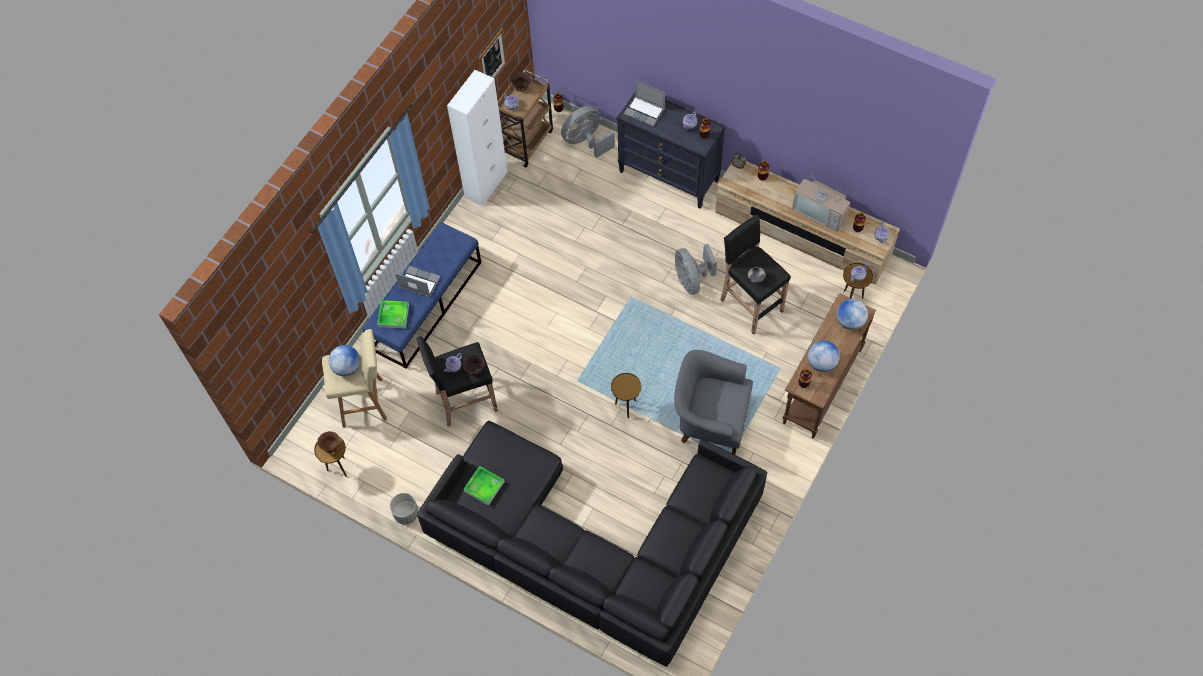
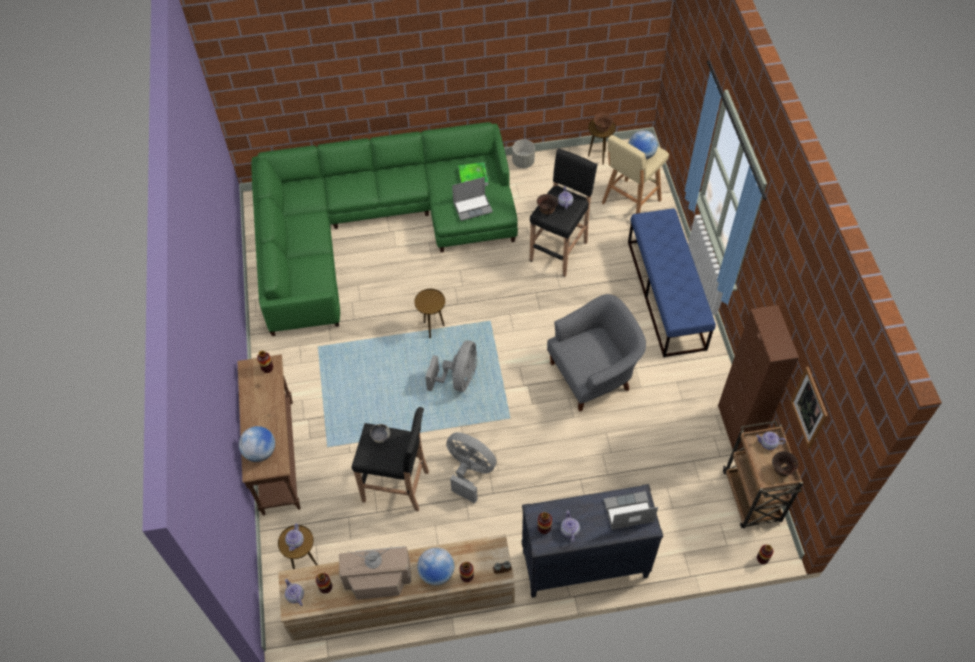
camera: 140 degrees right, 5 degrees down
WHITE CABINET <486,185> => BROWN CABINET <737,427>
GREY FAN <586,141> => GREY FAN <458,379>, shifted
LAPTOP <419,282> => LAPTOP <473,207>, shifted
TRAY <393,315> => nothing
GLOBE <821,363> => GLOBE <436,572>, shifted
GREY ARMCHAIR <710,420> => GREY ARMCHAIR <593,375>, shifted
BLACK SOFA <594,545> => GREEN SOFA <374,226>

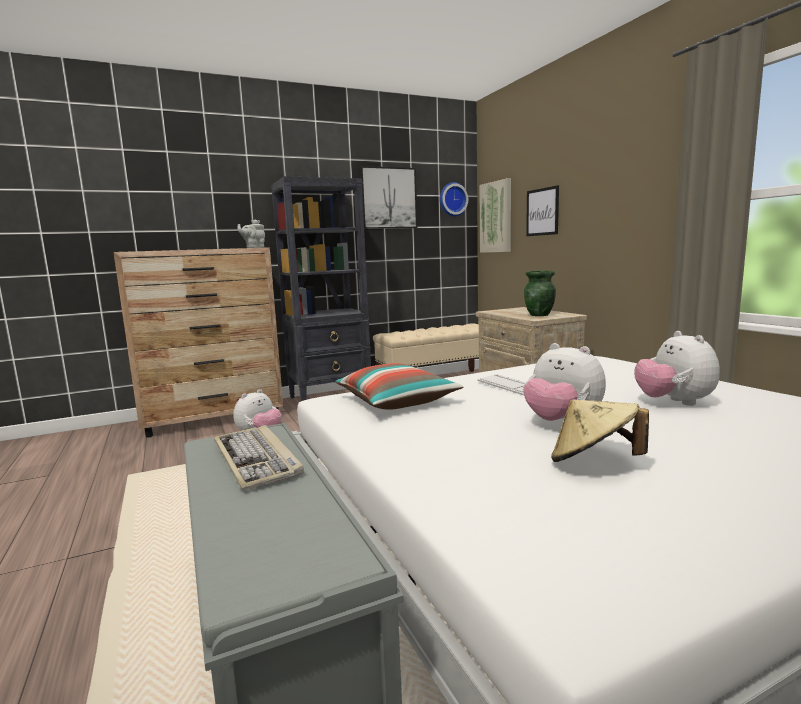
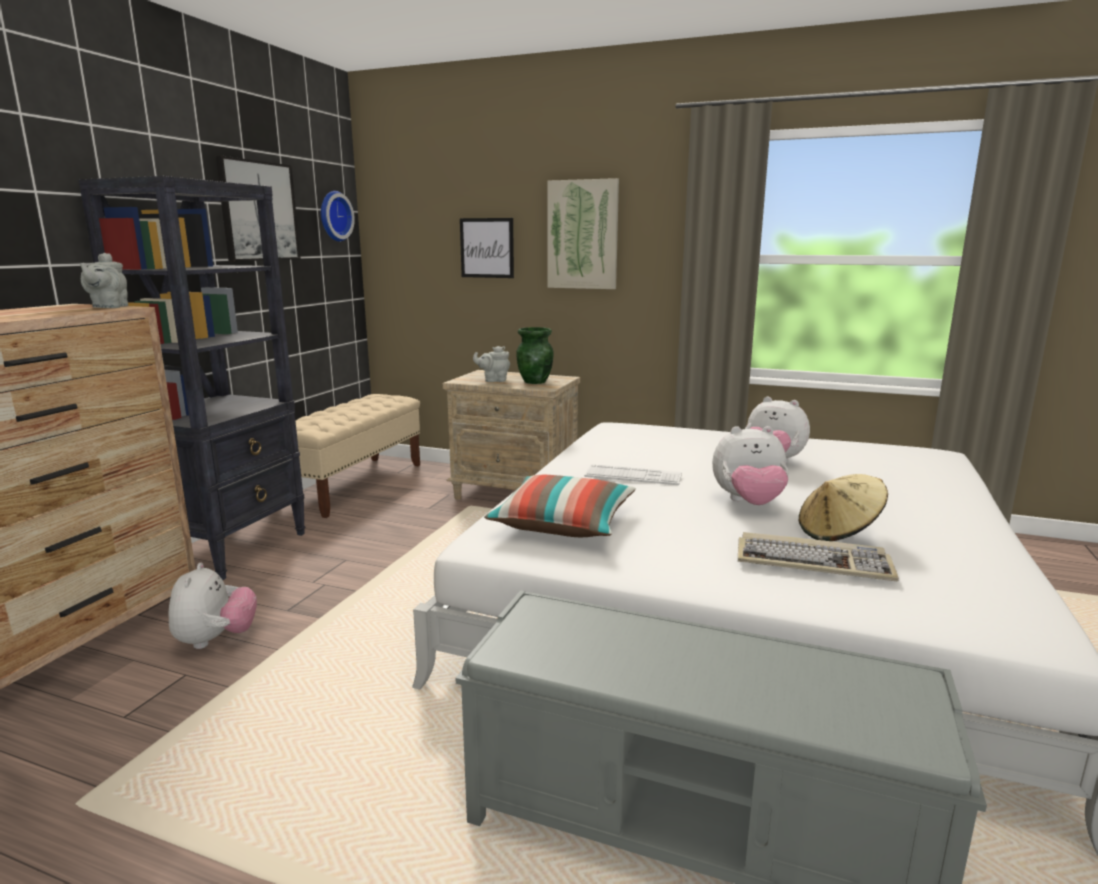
camera: 45 degrees left, 5 degrees up
PICTURE <496,217> => PICTURE <583,235>, shifted
KEYBOARD <257,459> => KEYBOARD <813,562>, shifted
nothing => GREY TEAPOT <494,380>

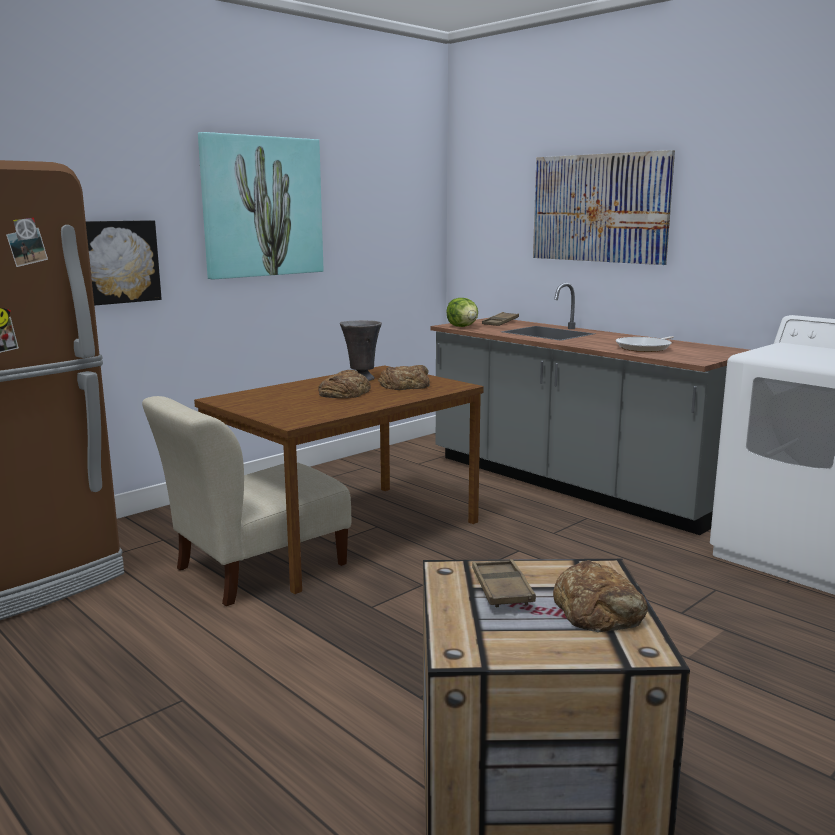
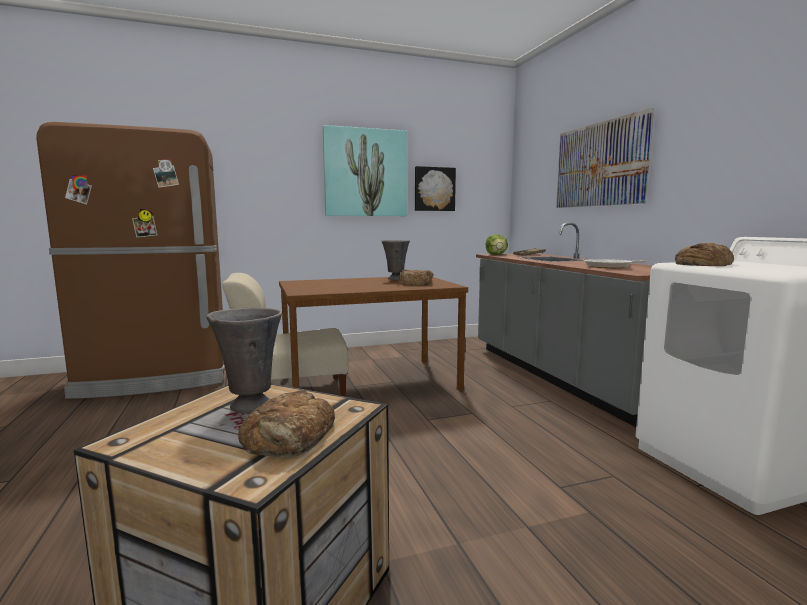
camera: 25 degrees right, 5 degrees down
PICTURE <117,262> => PICTURE <434,189>, shifted
BREAD <344,392> => BREAD <702,264>, shifted
BROWN TRAY <501,589> => GREY VASE <250,406>

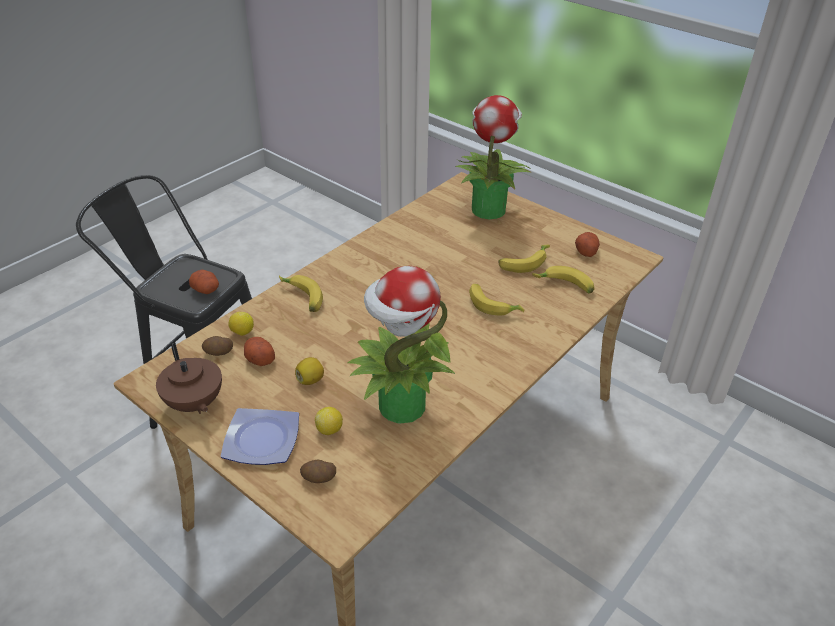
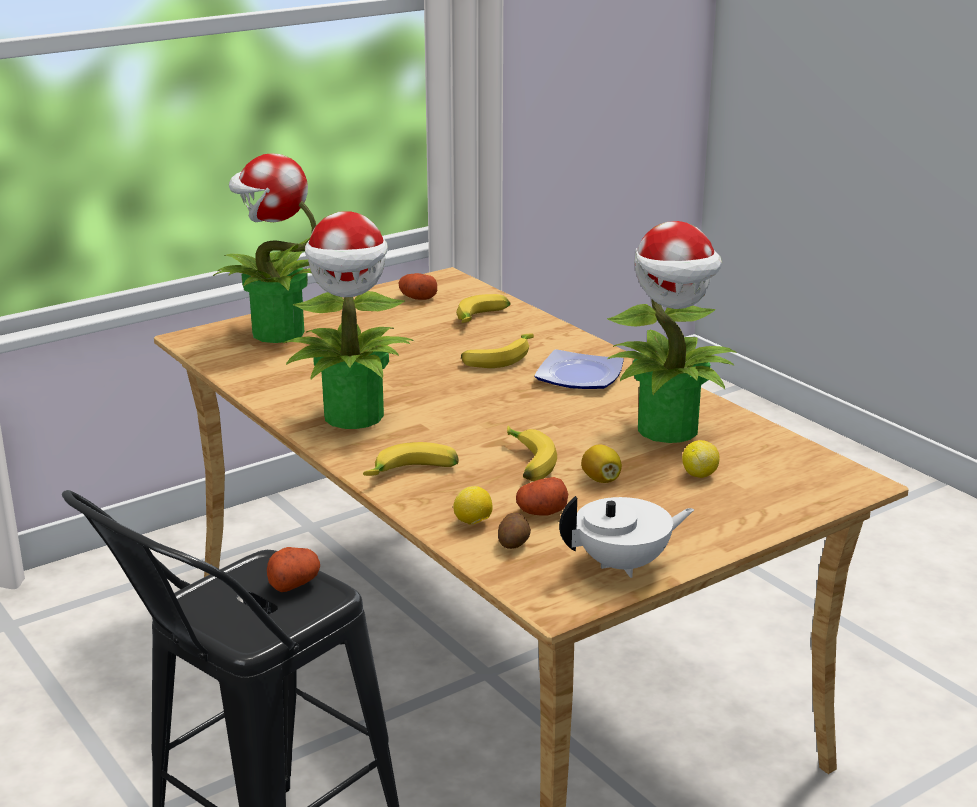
camera: 75 degrees left, 15 degrees down
BANANA <523,263> => BANANA <525,463>, shifted
BROWN TEAPOT <194,404> => WHITE TEAPOT <624,564>
PLATE <263,439> => PLATE <578,375>, shifted
POTATO <318,478> => nothing
nothing => POTTED PLANT <354,417>

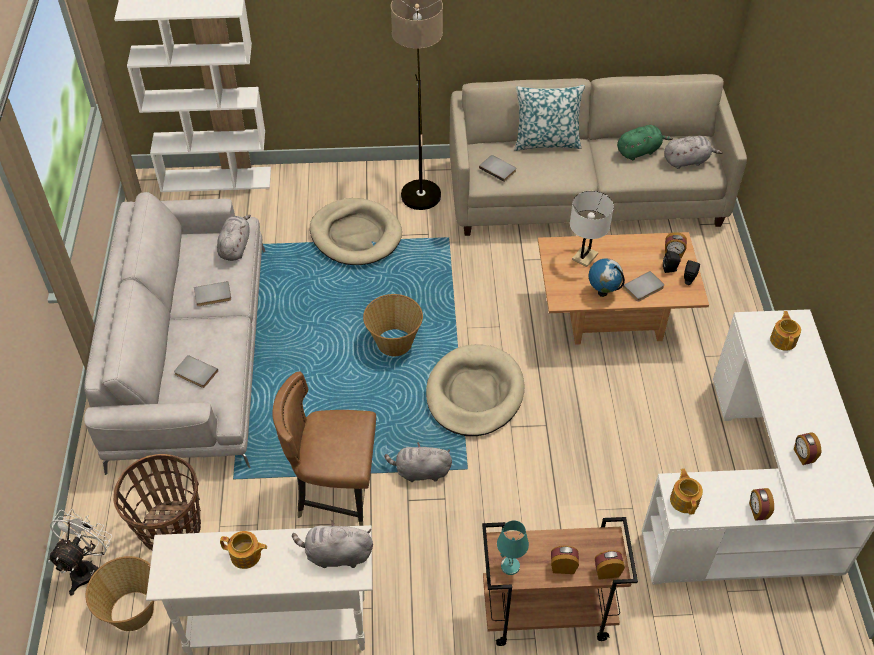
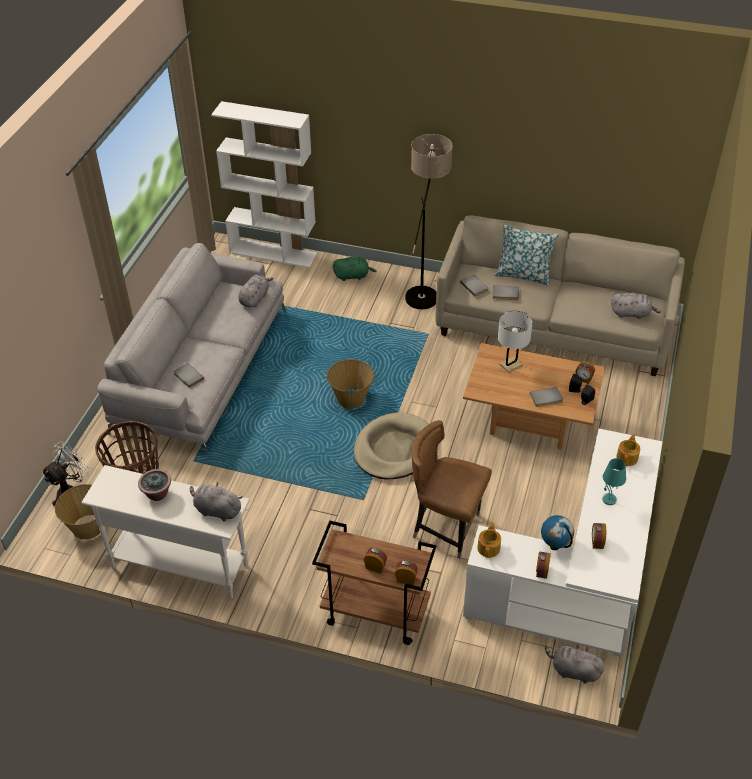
camera: 20 degrees right, 5 degrees down
GREEN PLUSH TOY <639,151> => GREEN PLUSH TOY <353,276>, shifted
BEIGE DOG BED <356,235> => nothing
GLOBE <603,292> => GLOBE <555,546>, shifted
GREY BOOK <213,296> => GREY BOOK <505,294>, shifted
BROWN CHAIR <335,493> => BROWN CHAIR <446,528>, shifted
GREY PLUSH TOY <420,472> => GREY PLUSH TOY <573,671>, shifted
TURQUOISE TABLE LAMP <509,566> => TURQUOISE TABLE LAMP <608,499>, shifted
TEAPOT <246,555> => POTTED PLANT <157,494>

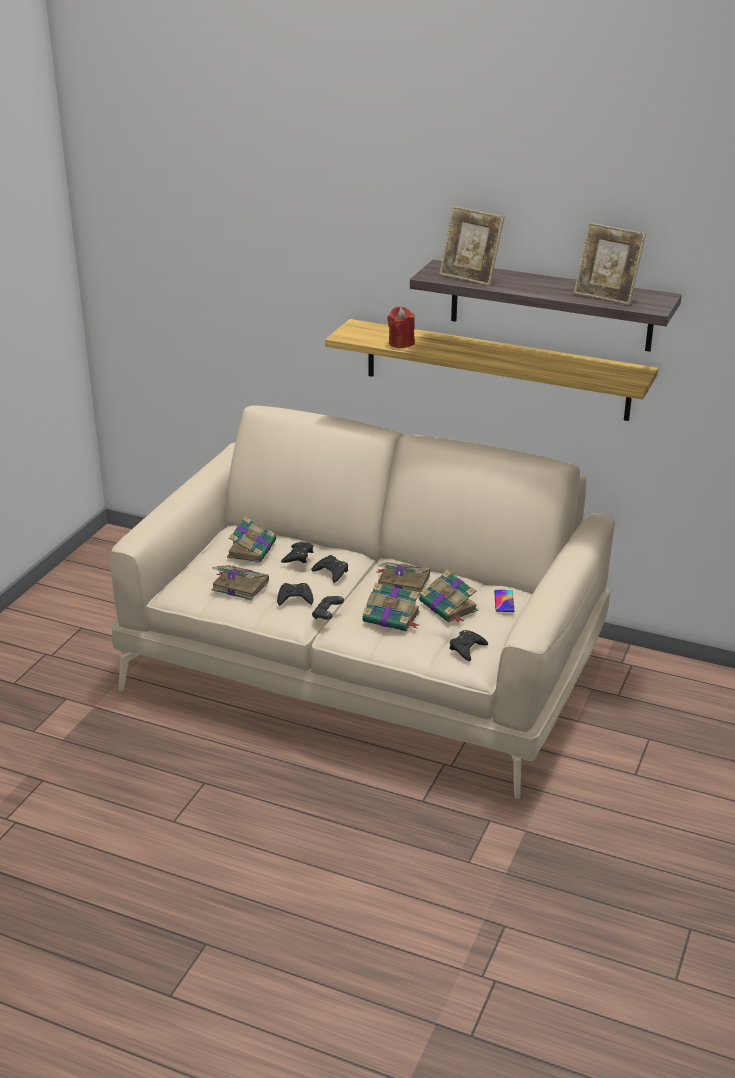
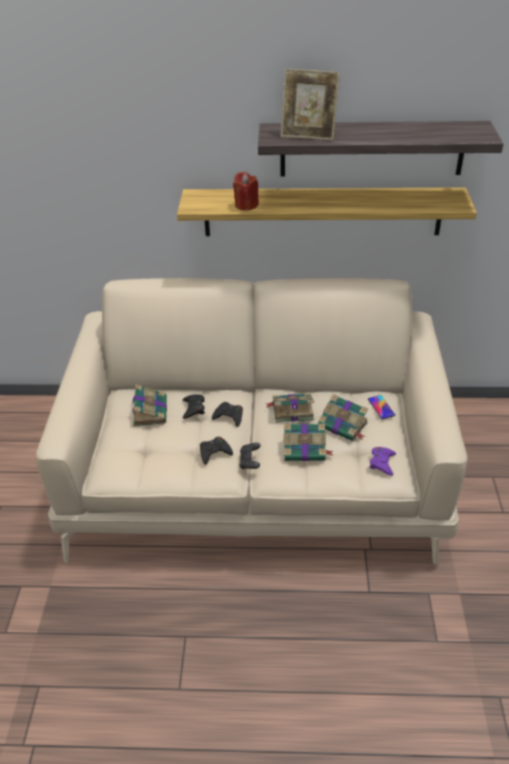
camera: 20 degrees left, 10 degrees up
PICTURE FRAME <606,296> => nothing
BOOK <239,586> => nothing
BLACK GAME CONTROLLER <467,648> => PURPLE GAME CONTROLLER <382,463>

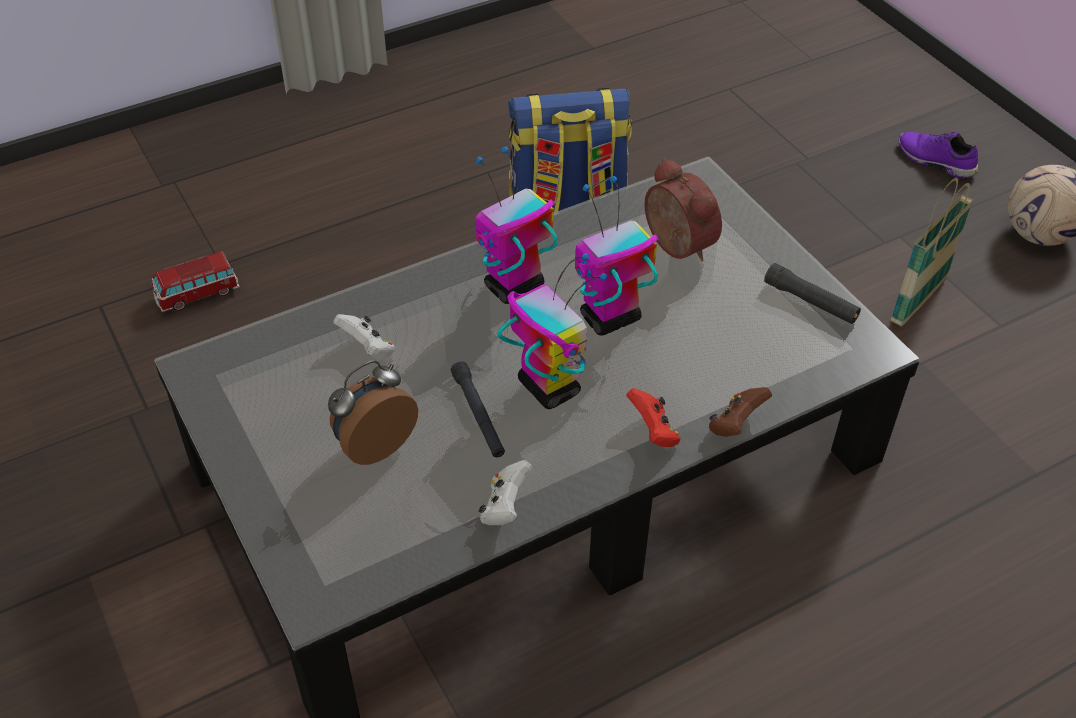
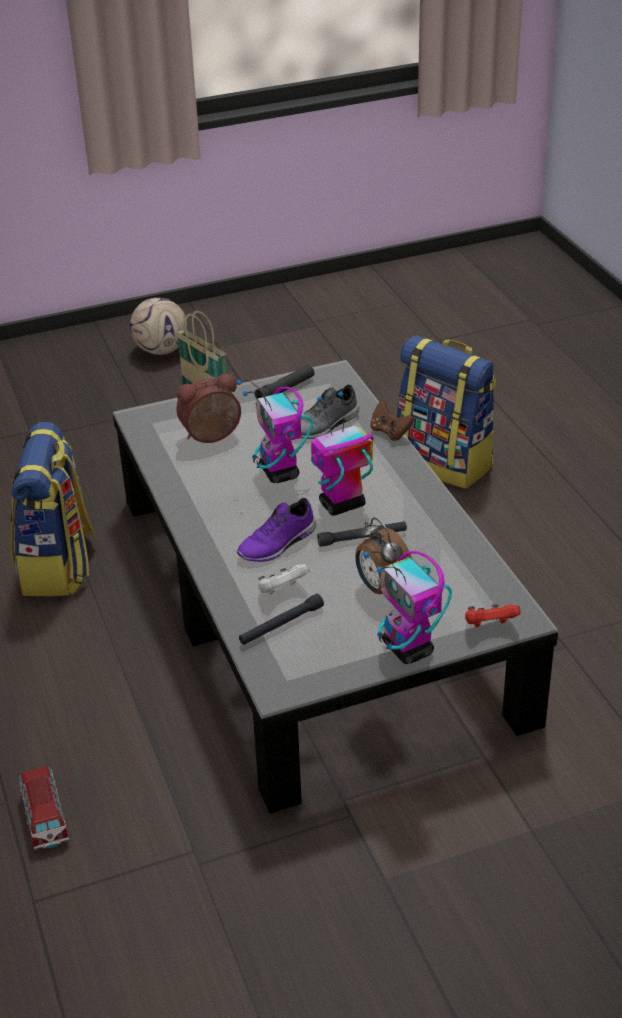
camera: 80 degrees left, 10 degrees down
PURPLE SHOE <934,161> => PURPLE SHOE <278,544>, shifted
TOY ROBOT <513,287> => TOY ROBOT <408,649>, shifted
RED GAME CONTROLLER <653,432> => RED GAME CONTROLLER <489,626>, shifted
WHITE GAME CONTROLLER <504,507> => nothing
nothing => BACKPACK <445,462>
nothing => GREY SHOE <325,426>
nothing => BLACK FLASHLIGHT <281,625>

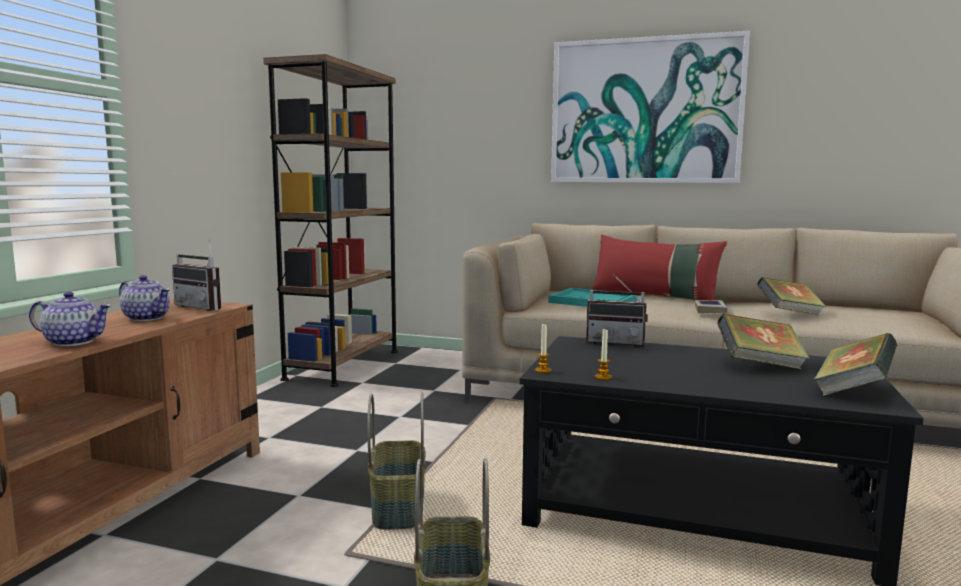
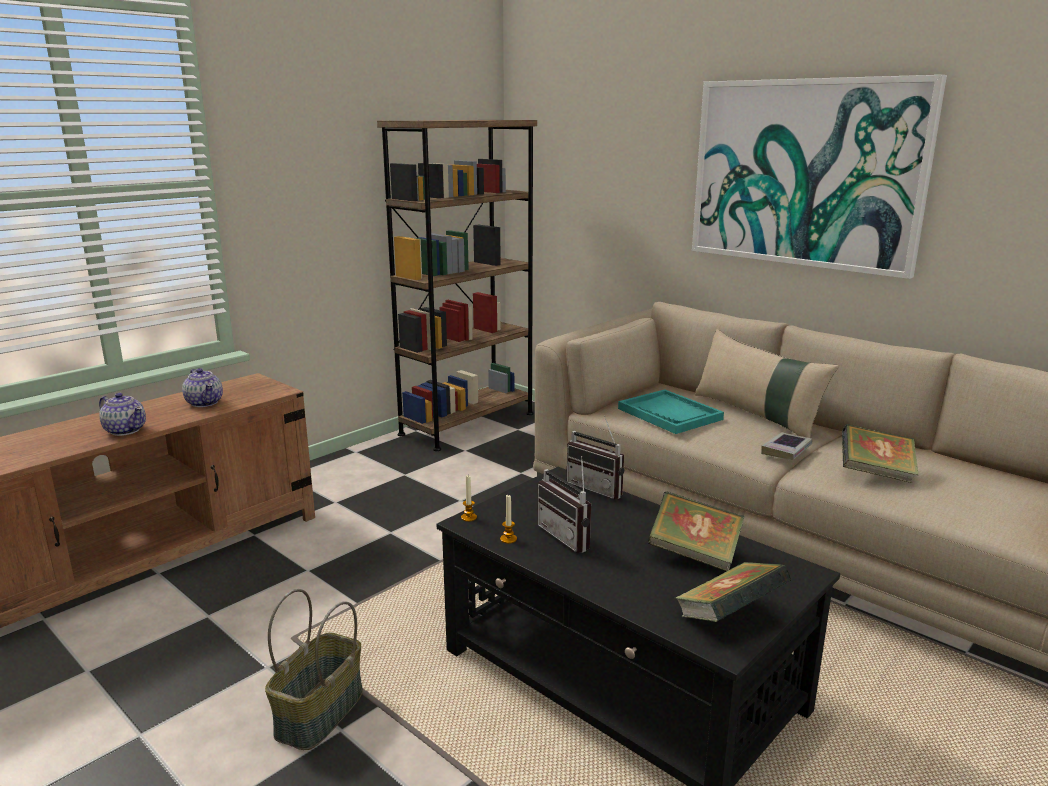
camera: 25 degrees right, 10 degrees up
RED PILLOW <654,297> => BEIGE PILLOW <757,415>
RADIO <204,307> => RADIO <570,536>, shifted
BASKET <396,508> => nothing

